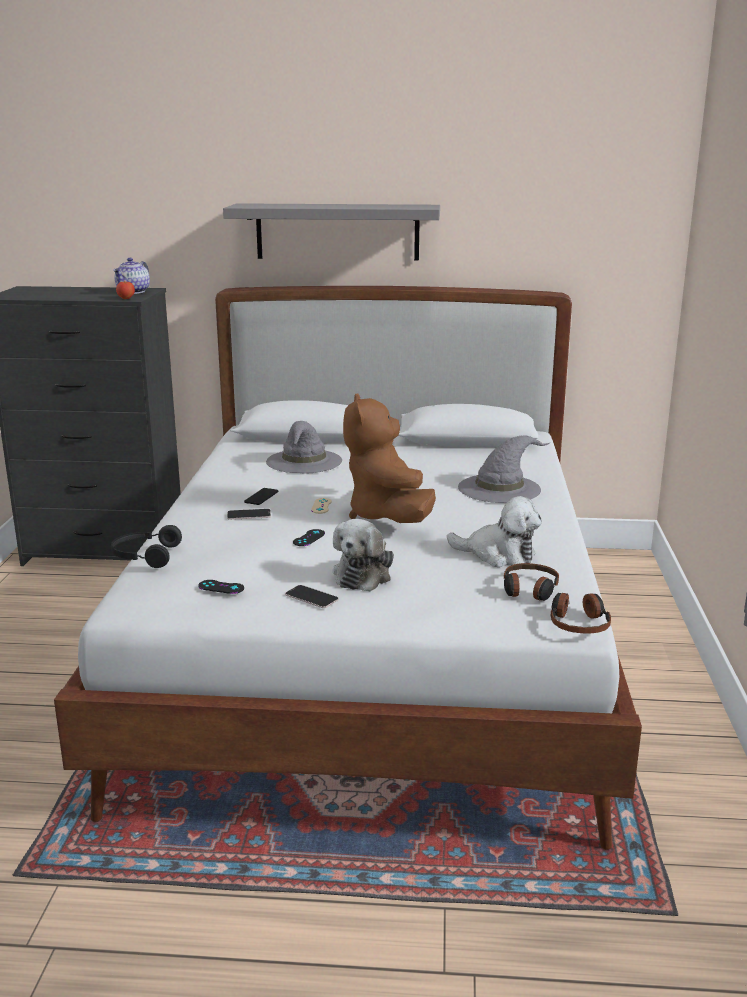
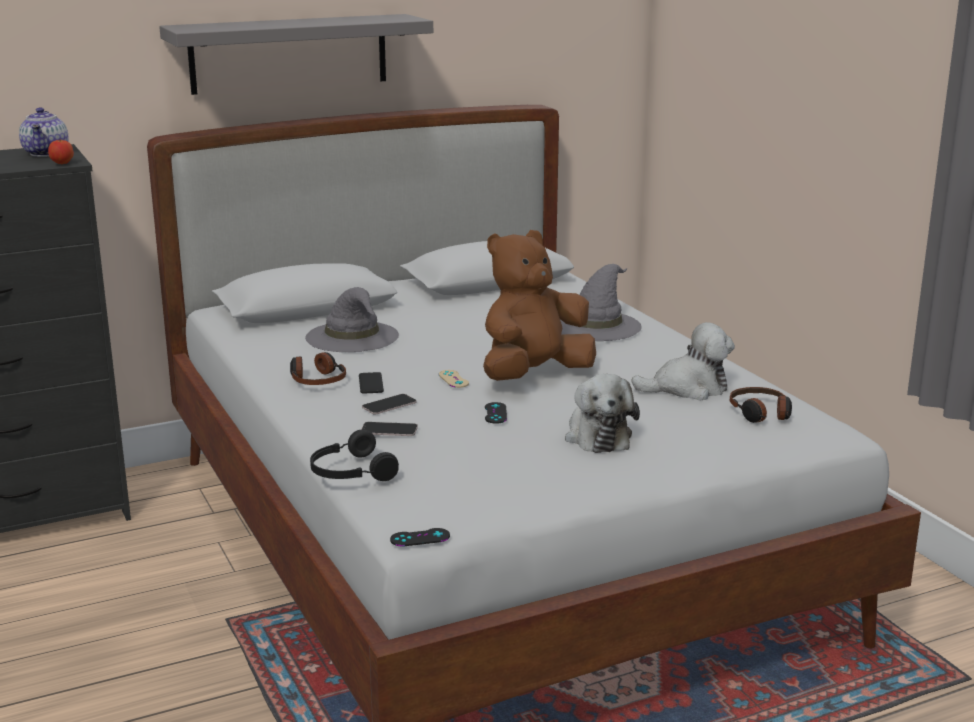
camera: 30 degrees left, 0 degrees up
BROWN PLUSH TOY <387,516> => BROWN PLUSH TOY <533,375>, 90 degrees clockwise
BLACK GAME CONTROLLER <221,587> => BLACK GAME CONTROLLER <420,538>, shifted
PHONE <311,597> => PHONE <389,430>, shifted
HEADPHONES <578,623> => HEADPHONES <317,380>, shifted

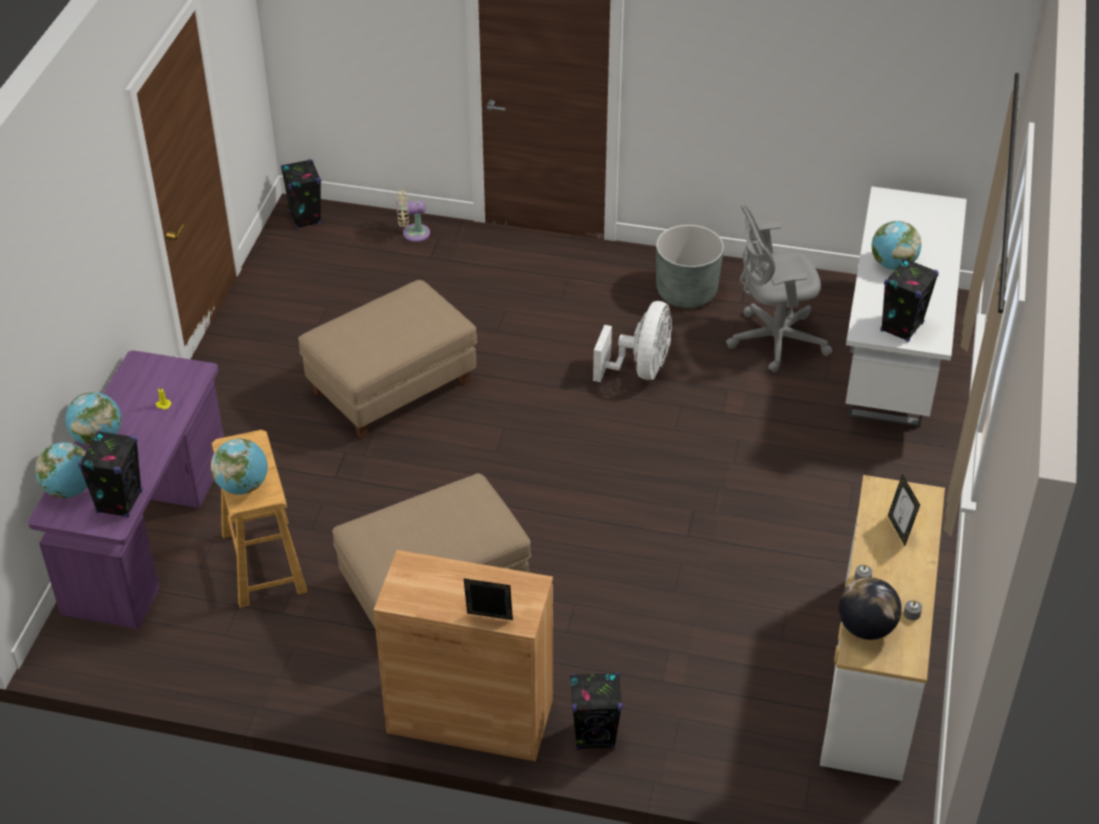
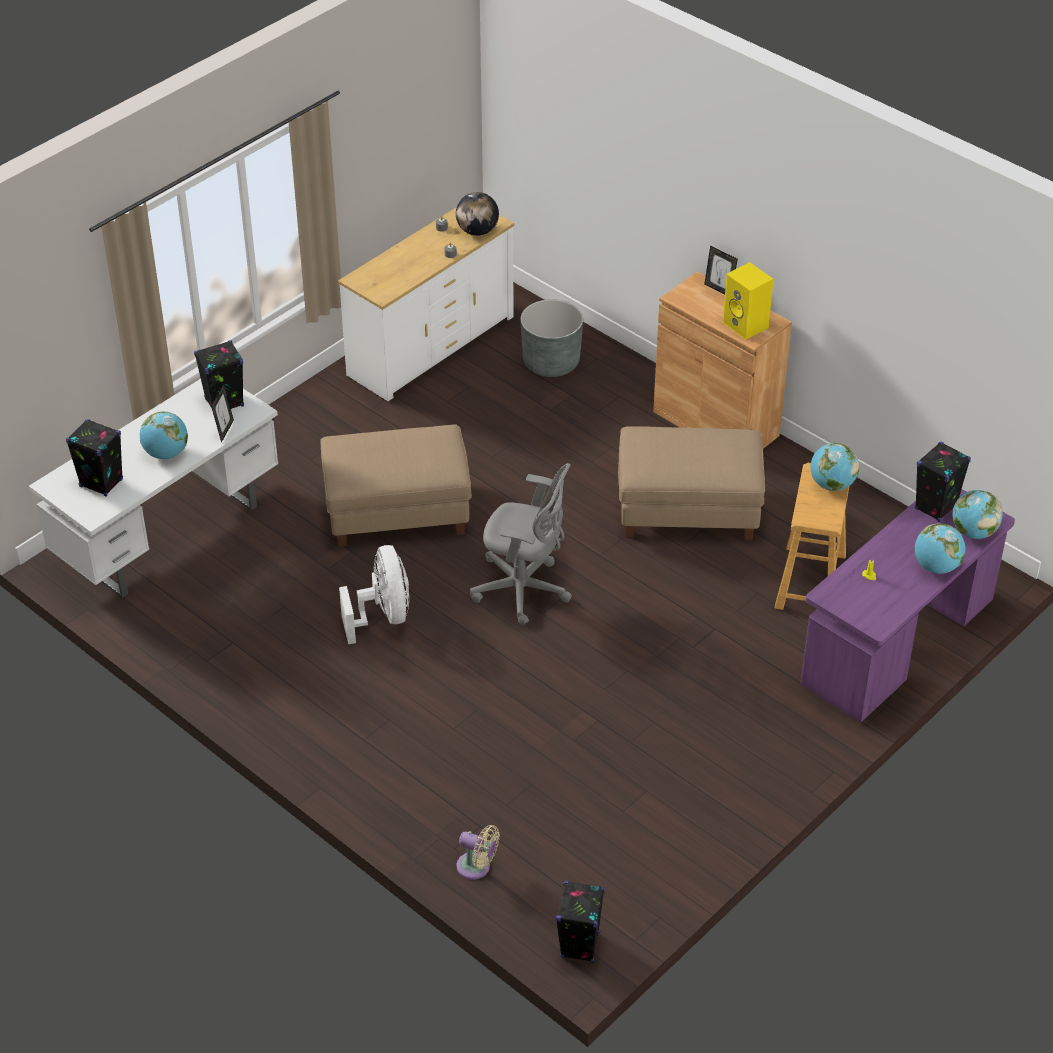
camera: 150 degrees left, 0 degrees up
GREY OFFICE CHAIR <772,340> => GREY OFFICE CHAIR <524,590>, shifted
GREY PLANTER <686,292> => GREY PLANTER <551,362>, shifted
BEIGE OTTOMAN <391,387> => BEIGE OTTOMAN <398,511>, shifted
WHITE FAN <640,369> => WHITE FAN <383,616>, 120 degrees clockwise
PICTURE FRAME <899,530> => PICTURE FRAME <224,430>, shifted
BLACK SPEAKER <595,735> => BLACK SPEAKER <101,483>, shifted
nothing => YELLOW SPEAKER <747,325>

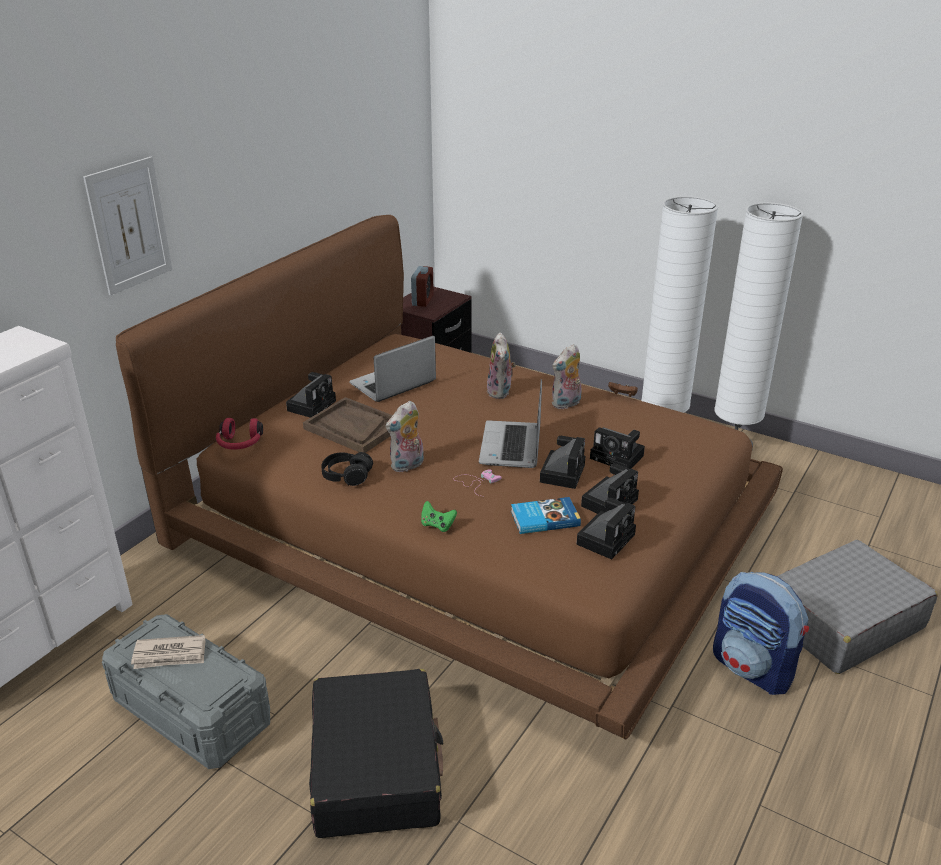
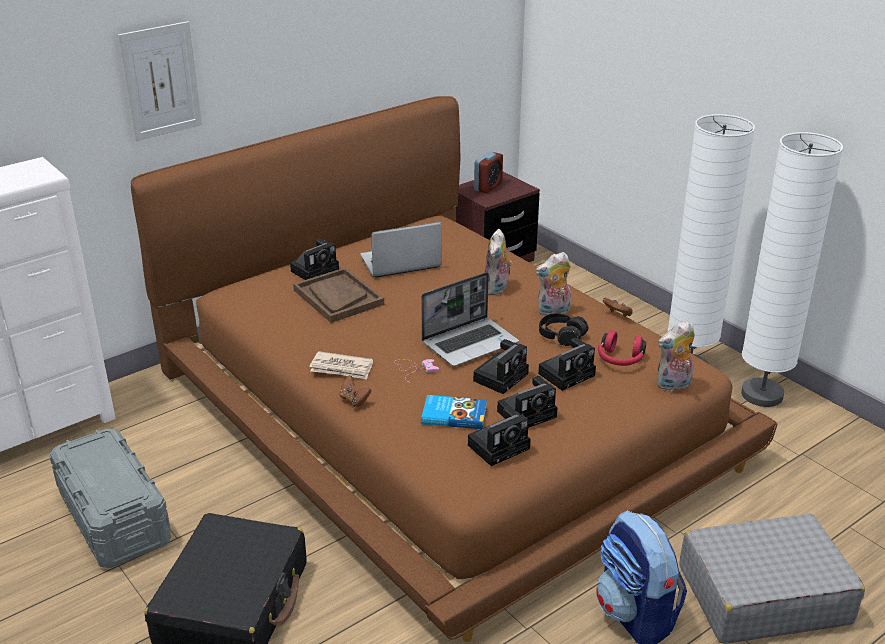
camera: 20 degrees right, 0 degrees up
LAPTOP <512,447> => LAPTOP <470,342>, 150 degrees counterclockwise
PLUSH TOY <407,466> => PLUSH TOY <673,385>, shifted
RED HEADPHONES <240,444> => RED HEADPHONES <620,360>, shifted
PHOTO CAMERA <619,457> => PHOTO CAMERA <568,373>, 90 degrees counterclockwise
BLACK HEADPHONES <347,476> => BLACK HEADPHONES <561,336>, shifted
GREEN GAME CONTROLLER <437,525> => BROWN GAME CONTROLLER <354,400>
NEWSPAPER <170,655> => NEWSPAPER <341,368>, shifted

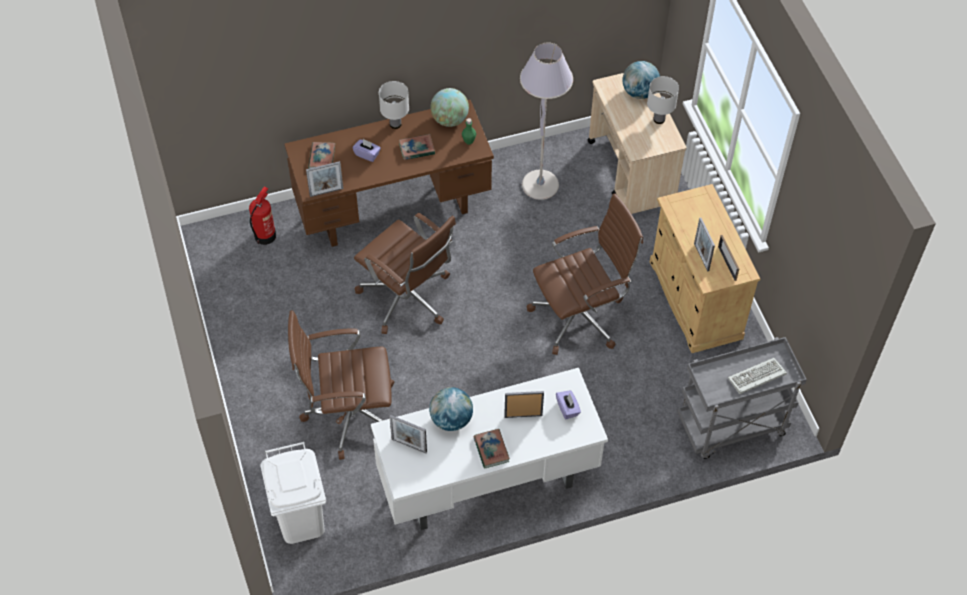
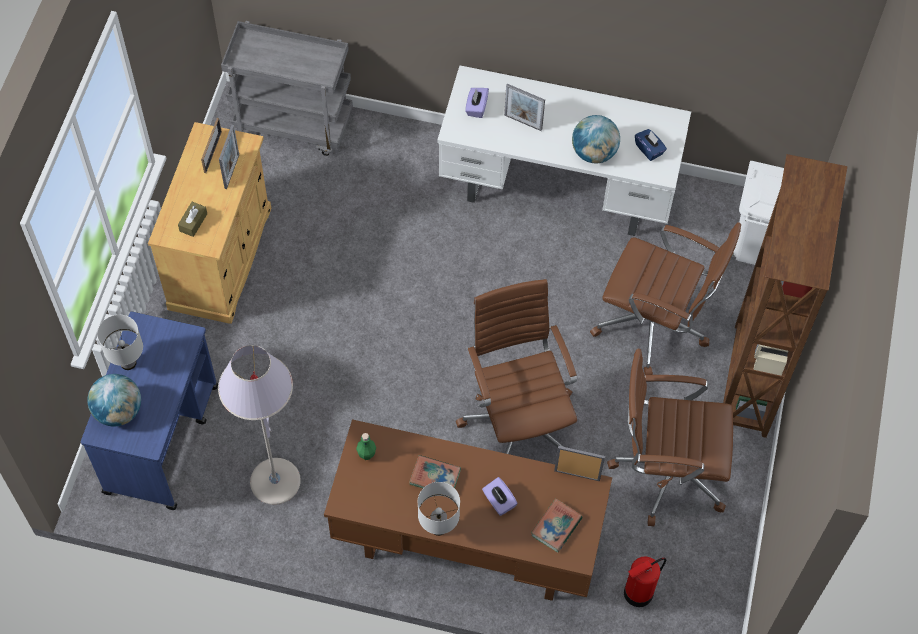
camera: 150 degrees left, 5 degrees up
BEIGE CART <631,174> => BLUE CART <162,438>
GLOBE <449,119> => nothing
BROWN OFFICE CHAIR <580,316> => BROWN OFFICE CHAIR <666,470>, shifted
KEYBOARD <756,378> => nothing
PICTURE FRAME <409,445> => BLUE TISSUE BOX <649,149>
BOOK <491,450> => nothing
nothing => BROWN BOOKCASE <748,381>
nothing => BROWN TISSUE BOX <193,222>

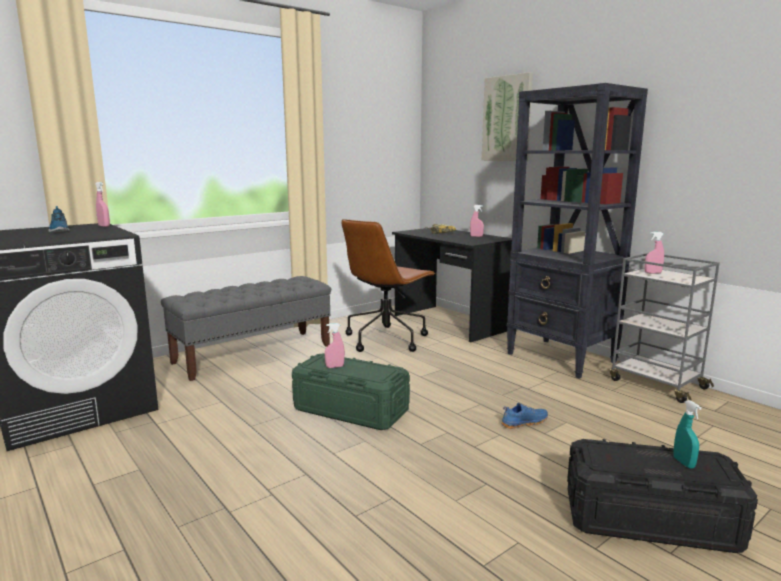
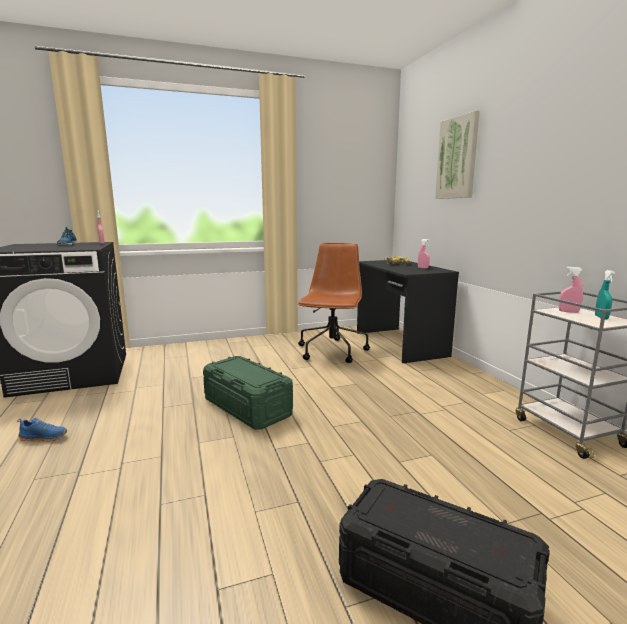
camera: 20 degrees right, 0 degrees up
BLACK BOOKCASE <561,358> => nothing
BROWN OFFICE CHAIR <386,339> => BROWN OFFICE CHAIR <332,351>, 135 degrees clockwise
GREY BENCH <254,354> => nothing
PINK SPRAY BOTTLE <335,367> => nothing
TURQUOISE SPRAY BOTTLE <684,463> => TURQUOISE SPRAY BOTTLE <601,317>, shifted
BLUE SHOE <523,423> => BLUE SHOE <44,437>, shifted

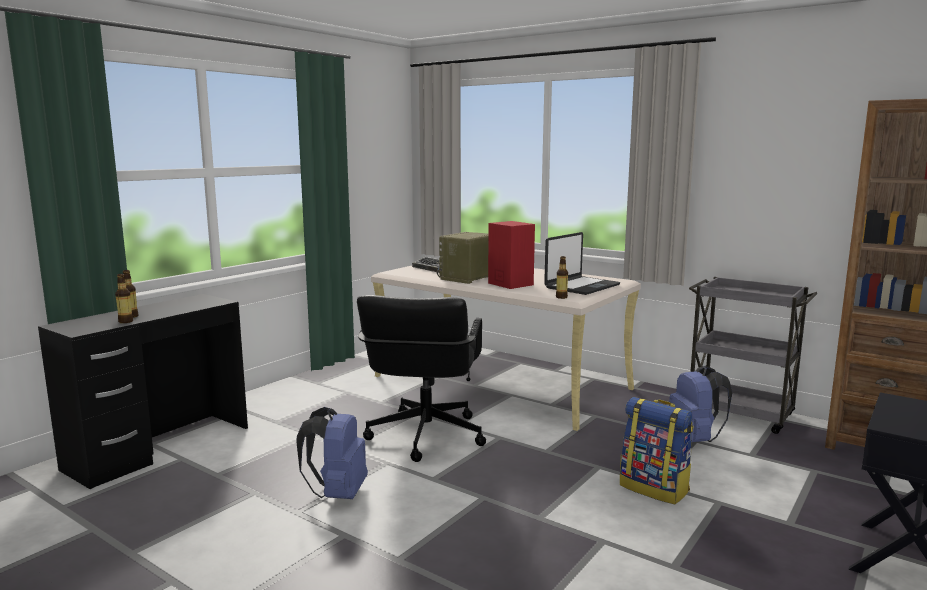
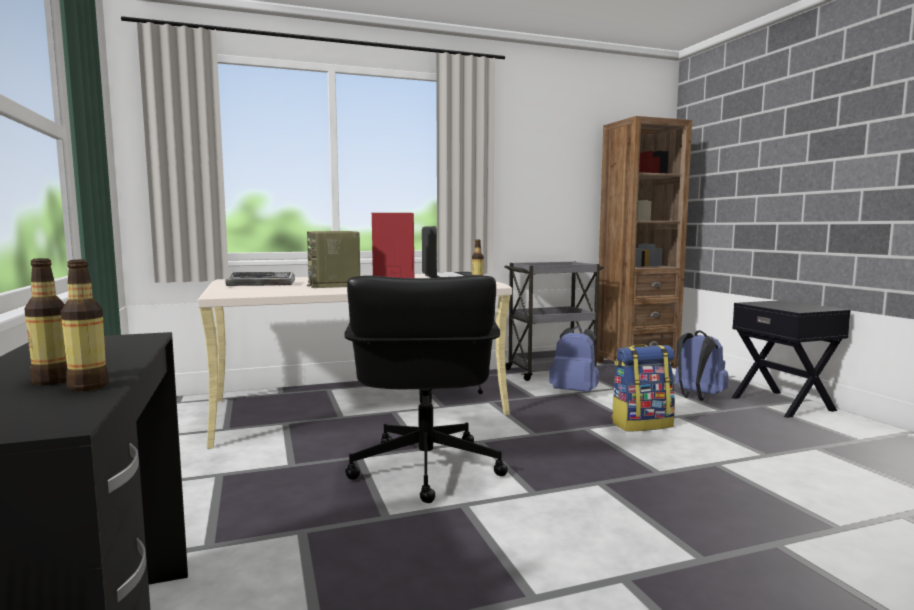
camera: 55 degrees left, 5 degrees down
BLACK OFFICE CHAIR <425,436> => BLACK OFFICE CHAIR <424,469>, 45 degrees clockwise
BLUE BACKPACK <337,493> => BLUE BACKPACK <697,397>, shifted

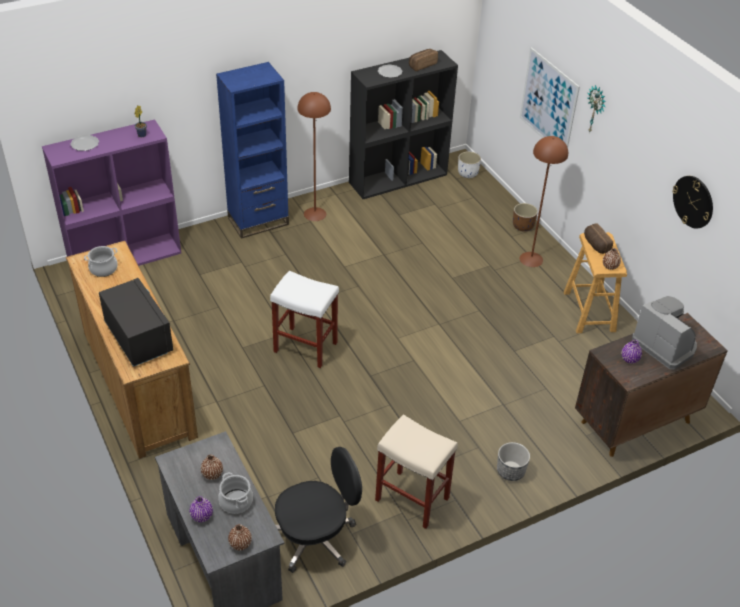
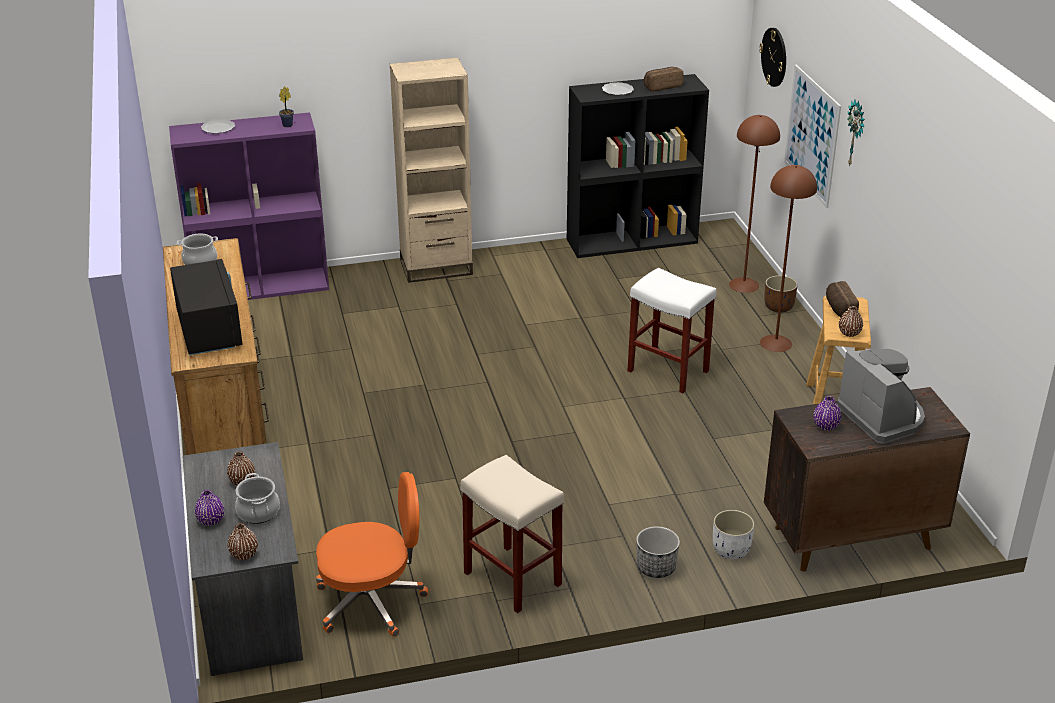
camera: 15 degrees right, 10 degrees down
BLUE BOOKCASE <258,221> => BEIGE BOOKCASE <436,267>
BROWN FLOOR LAMP <315,214> => BROWN FLOOR LAMP <744,285>, shifted
WHITE PLANTER <467,174> => WHITE PLANTER <731,550>, shifted
WALL CLOCK <693,201> => WALL CLOCK <774,57>, shifted
WHITE STOOL <306,347> => WHITE STOOL <669,371>, shifted
BLACK OFFICE CHAIR <316,538> => ORANGE OFFICE CHAIR <372,601>

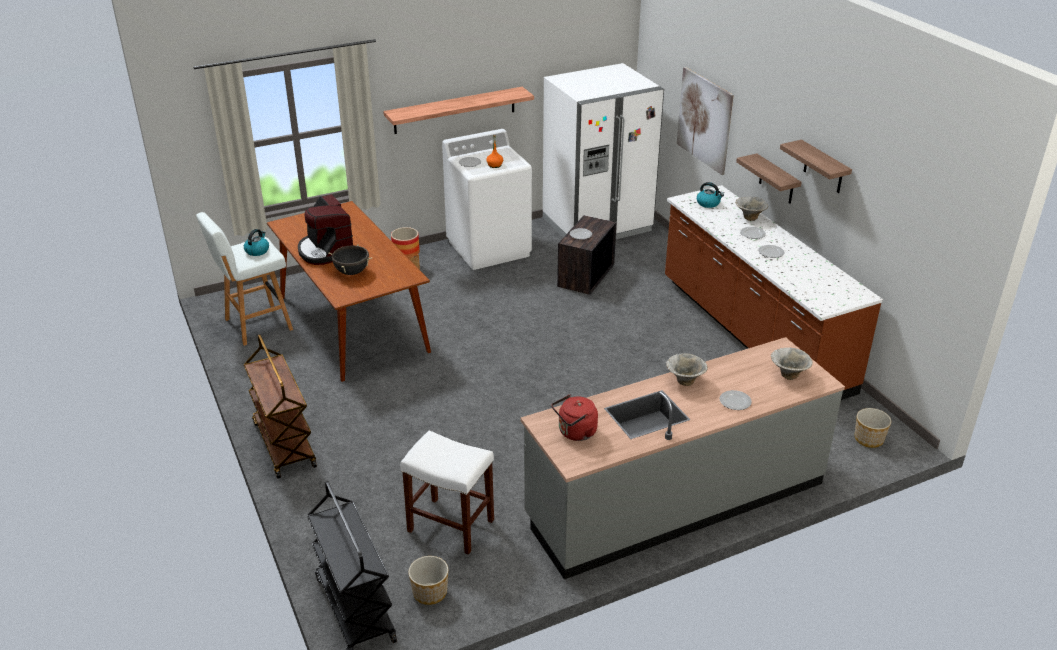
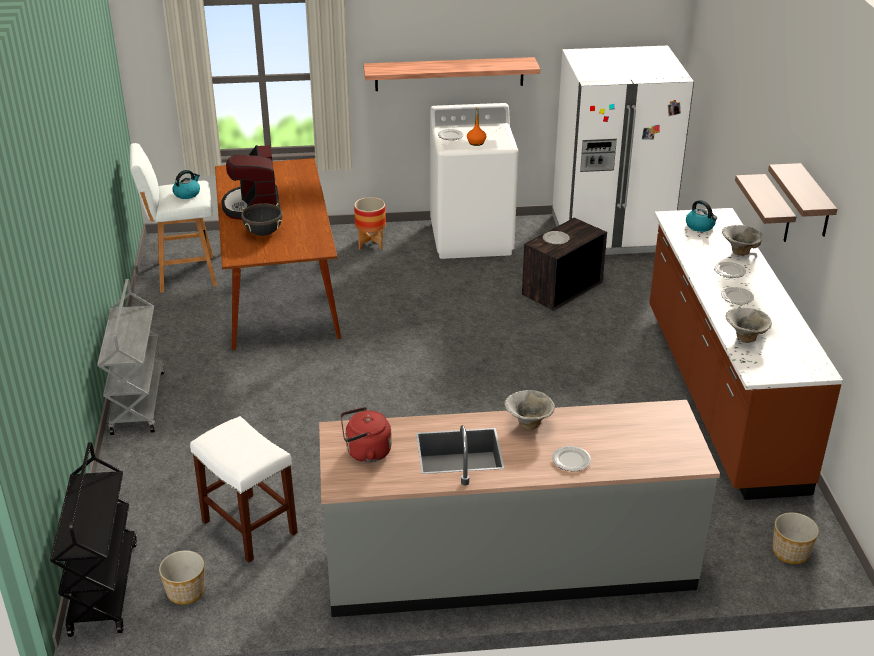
camera: 20 degrees right, 0 degrees up
PICTURE <704,120> => nothing
BROWN CART <283,444> => GREY CART <137,401>
BOWL <788,374> => BOWL <745,337>, shifted

